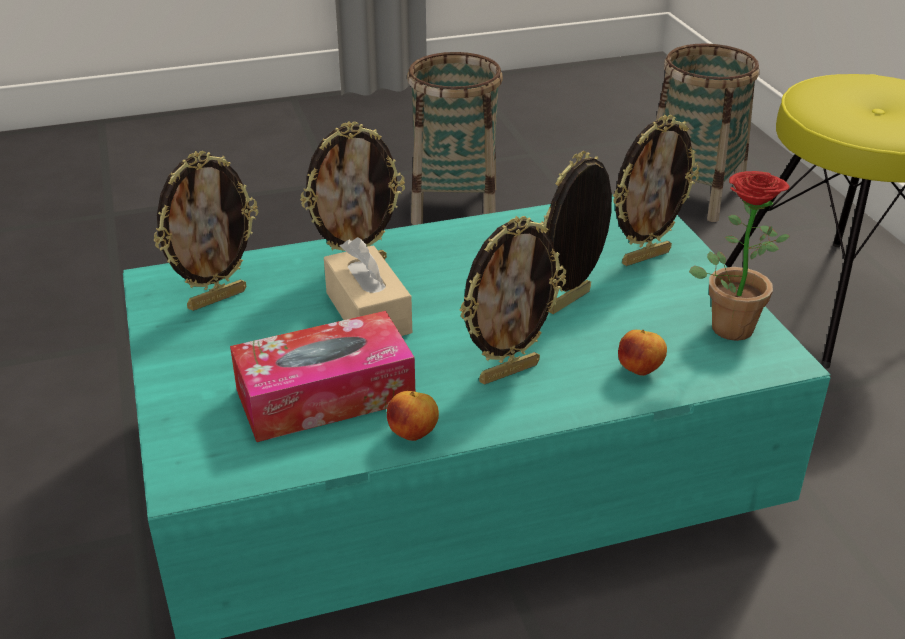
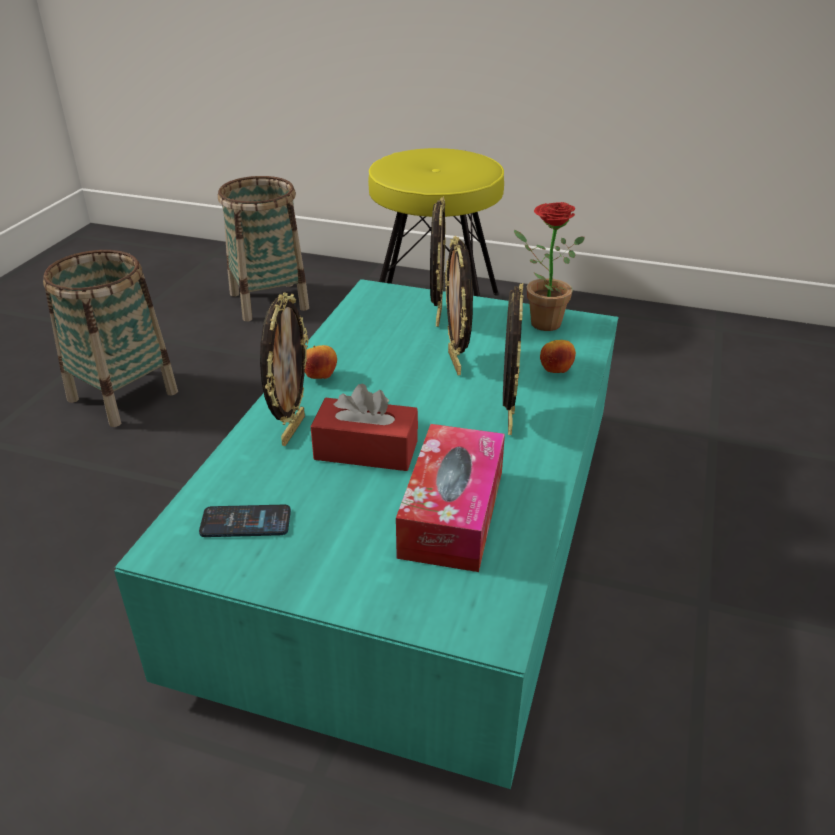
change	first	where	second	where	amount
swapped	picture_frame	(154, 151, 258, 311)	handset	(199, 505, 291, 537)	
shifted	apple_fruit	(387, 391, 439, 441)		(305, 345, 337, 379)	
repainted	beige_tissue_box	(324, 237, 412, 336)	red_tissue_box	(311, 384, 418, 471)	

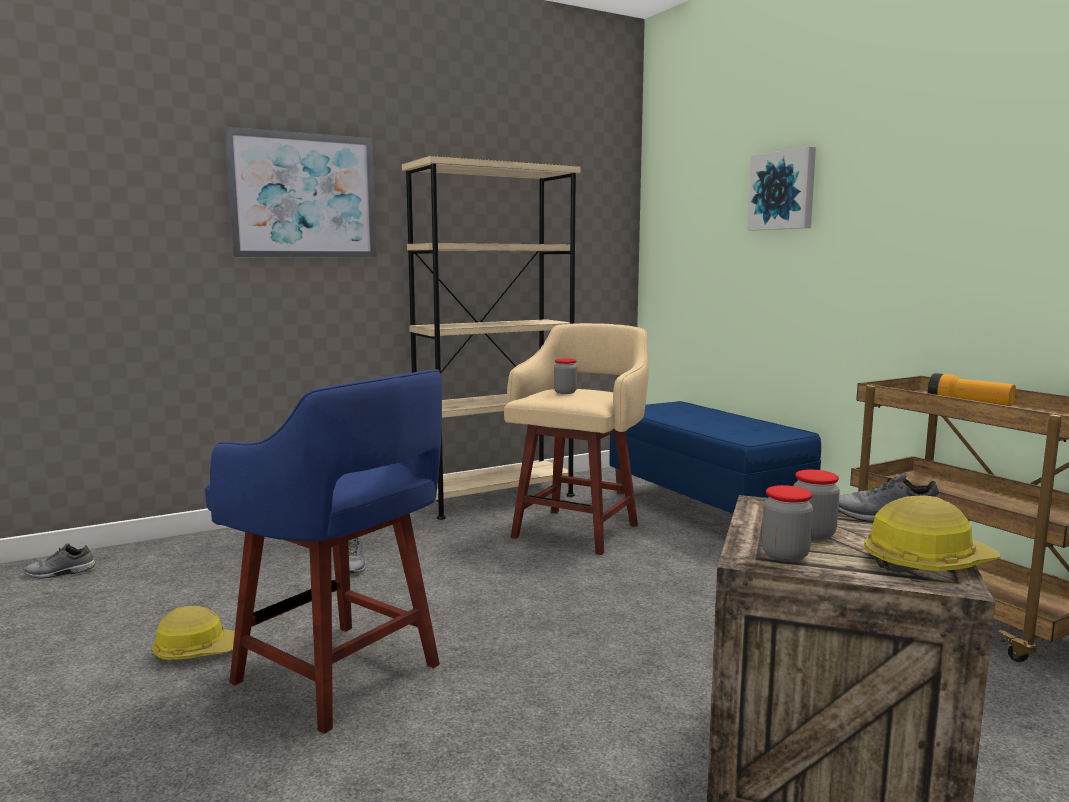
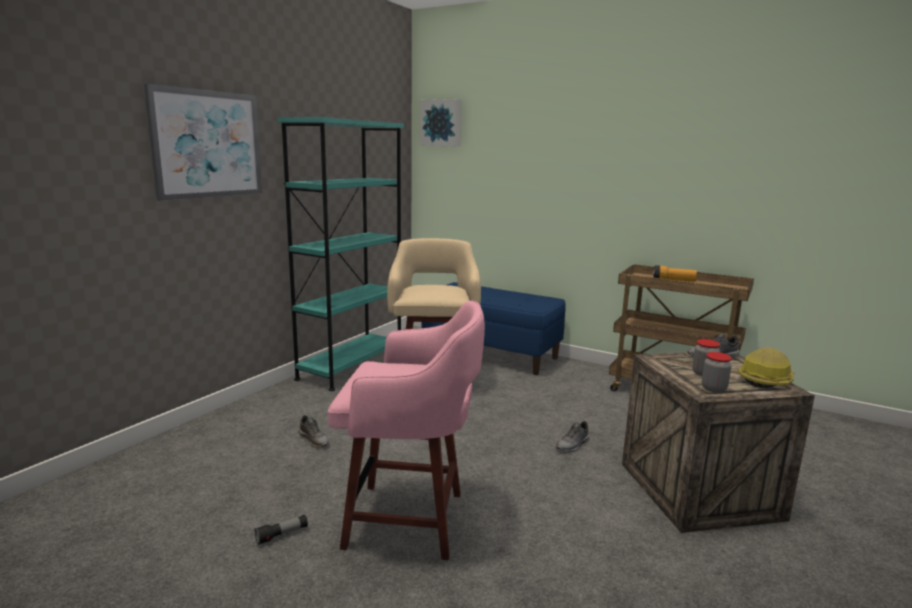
change	first	where	second	where	amount
swapped	safety_helmet	(152, 606, 235, 660)	hand_torch	(255, 515, 308, 545)	
repainted	beige_bookshelf	(402, 156, 580, 520)	turquoise-coloured_bookshelf	(277, 117, 404, 391)	
repainted	blue-coloured_stool	(205, 369, 442, 734)	pinkish_stool	(328, 300, 485, 560)	
shifted	wall_art	(747, 147, 816, 231)		(420, 99, 462, 147)	
shifted	greyish_low_shoe	(23, 543, 96, 578)		(556, 421, 590, 452)	
gone	jar	(554, 358, 577, 394)			

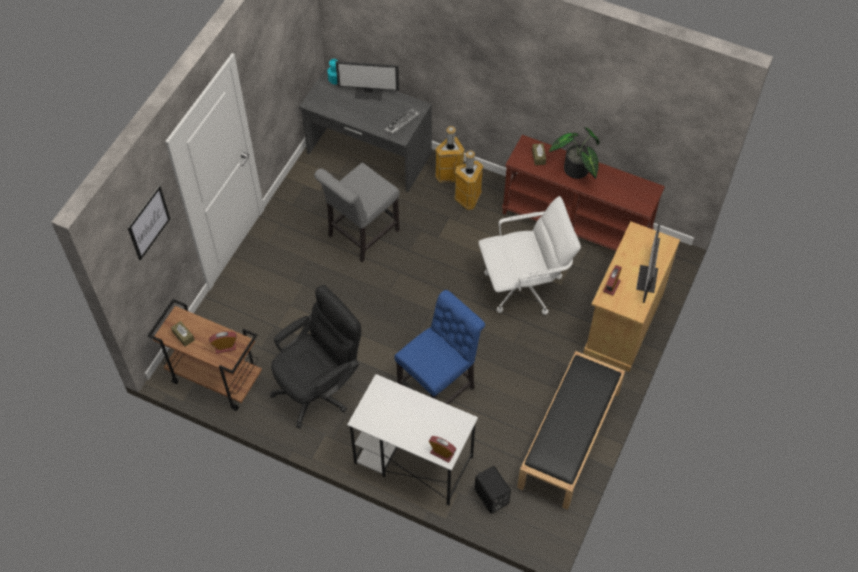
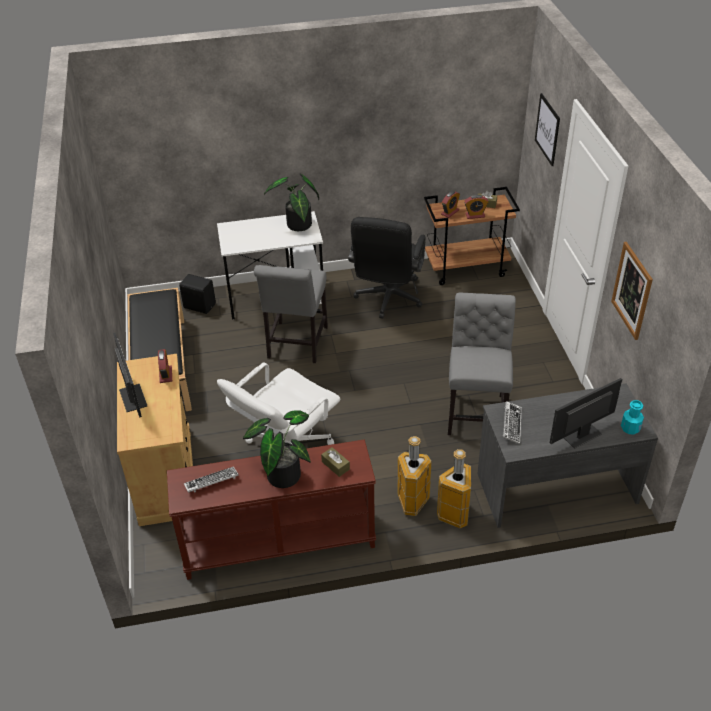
change	first	where	second	where	amount
new			PC_keyboard	(184, 467, 239, 493)	
repainted	blue-coloured_plain_chair	(394, 290, 485, 404)	greyish_plain_chair	(254, 265, 328, 363)	
new			houseplant	(264, 174, 319, 231)	
shifted	table_clock	(429, 436, 456, 463)		(464, 195, 489, 219)	
new			wall_art	(611, 242, 653, 340)	

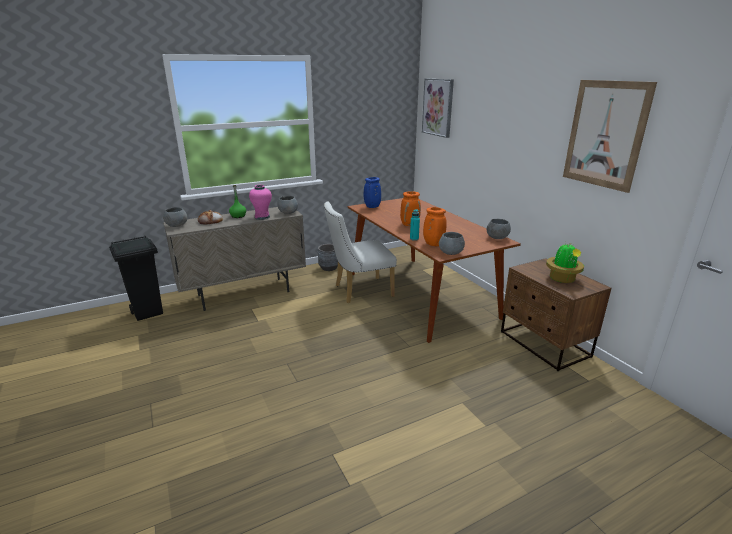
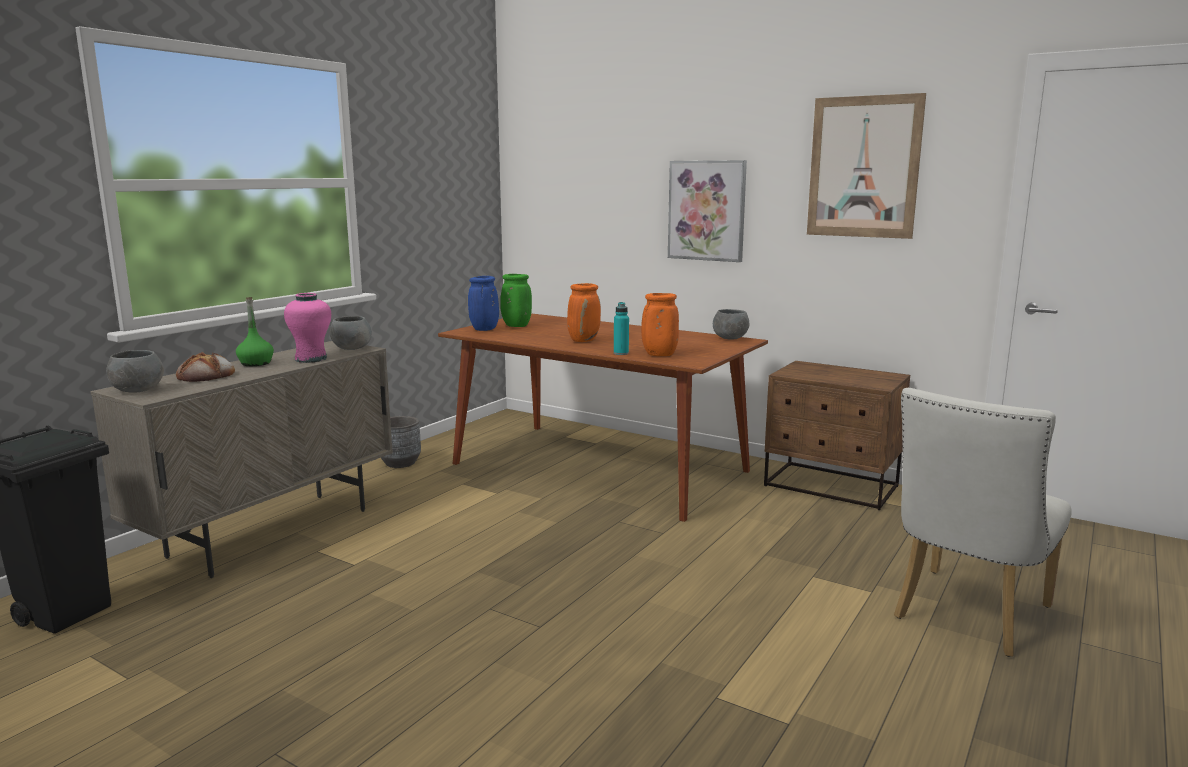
change	first	where	second	where	amount
new			greenish_decorative_vase	(500, 274, 532, 327)	
shifted	wall_art	(422, 79, 454, 138)		(668, 160, 747, 262)	
shifted	white_plain_chair	(324, 201, 397, 303)		(894, 388, 1072, 657)	
gone	greyish_bowl	(439, 232, 465, 255)			
gone	houseplant	(546, 242, 584, 283)			

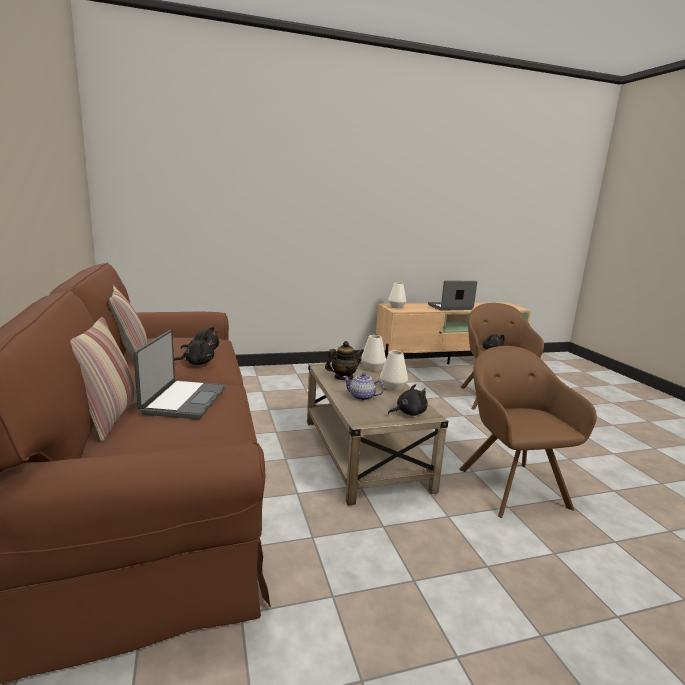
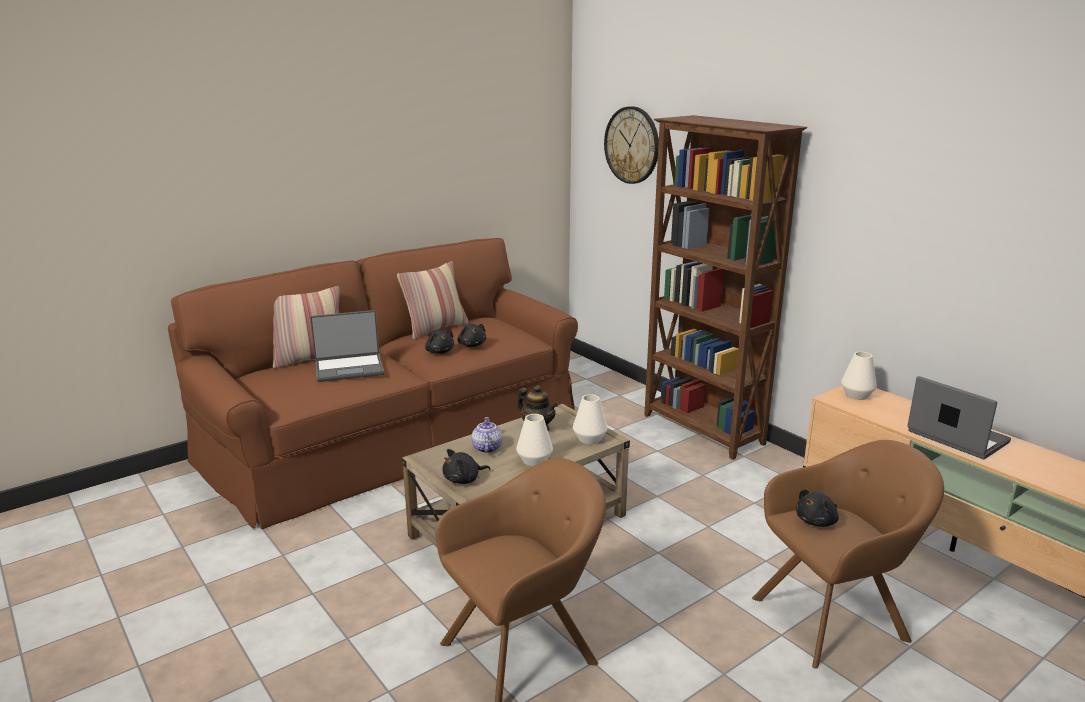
change	first	where	second	where	amount
rotated	blackish_plush_toy	(388, 384, 428, 416)		(443, 449, 490, 484)	105 degrees clockwise
new			wall_clock	(604, 106, 659, 184)	
new			brown_bookshelf	(644, 115, 807, 460)	

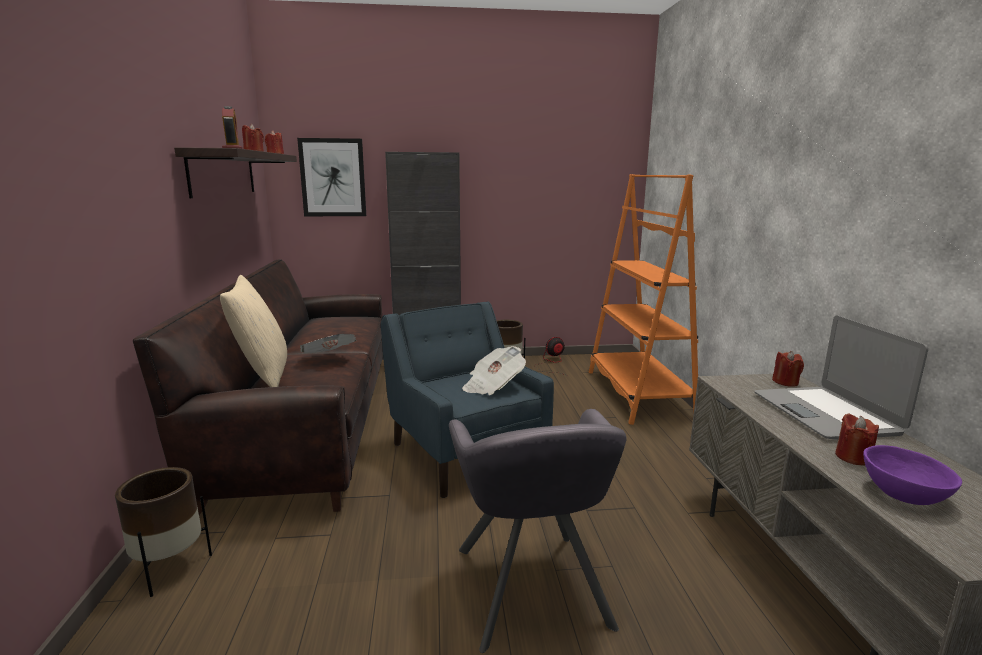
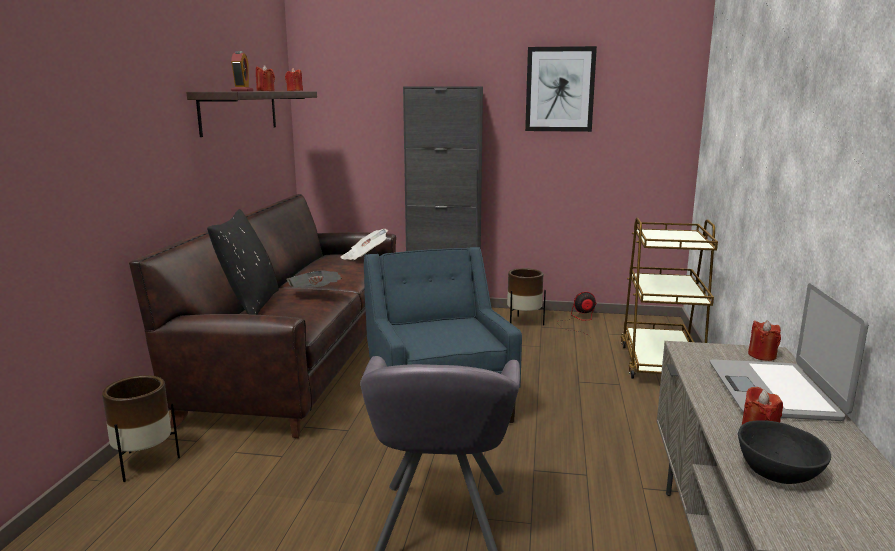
change	first	where	second	where	amount
repainted	beige_pillow	(220, 275, 287, 387)	blackish_pillow	(207, 209, 279, 315)	
shifted	printed_paper	(462, 346, 526, 395)		(340, 229, 388, 260)	
shifted	wall_art	(297, 138, 366, 216)		(525, 46, 597, 132)	
swapped	orangey_bookshelf	(589, 174, 698, 425)	brown_trolley	(621, 217, 718, 379)	
repainted	purple-coloured_bowl	(863, 445, 962, 505)	blackish_bowl	(738, 420, 831, 484)	

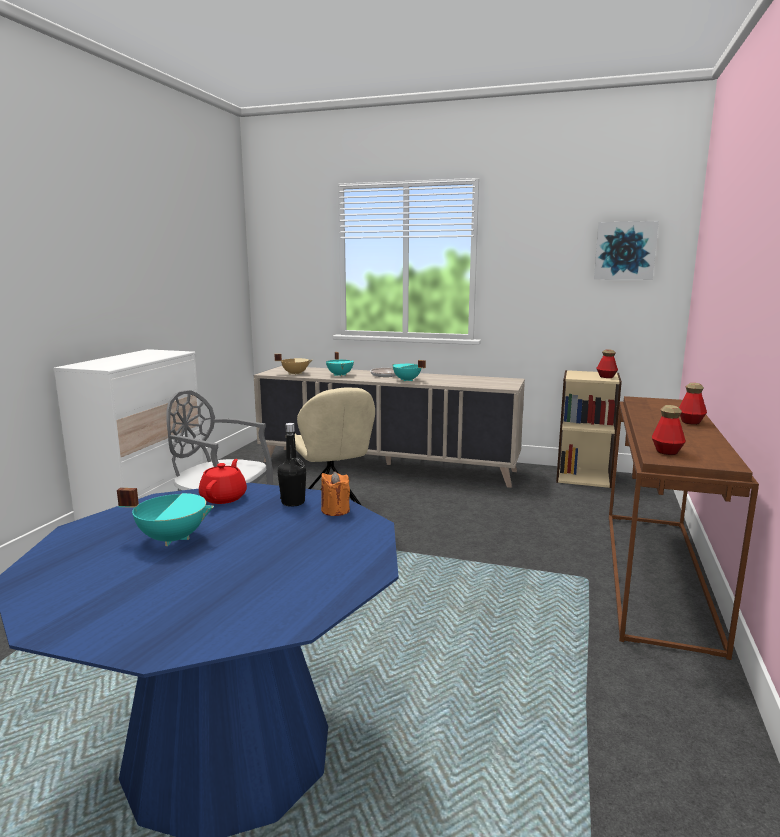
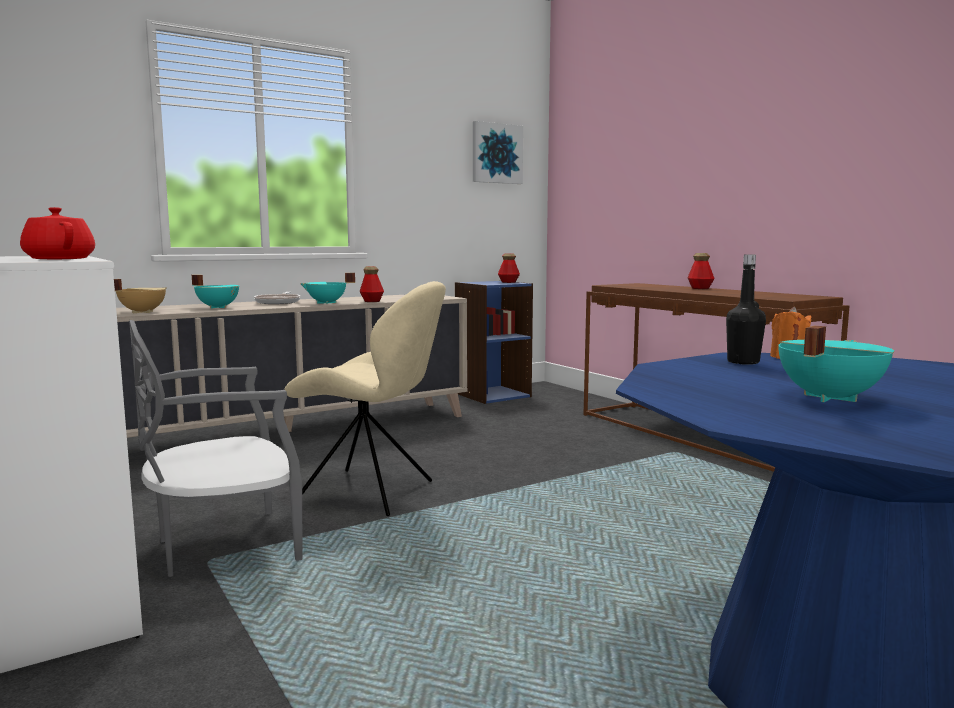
change	first	where	second	where	amount
shifted	red_pot_for_tea	(199, 459, 247, 504)		(20, 207, 95, 259)	
shifted	beverage_bottle	(652, 405, 686, 455)		(360, 266, 384, 302)	
repainted	beige_bookshelf	(556, 370, 622, 488)	blue-coloured_bookshelf	(455, 281, 533, 404)	

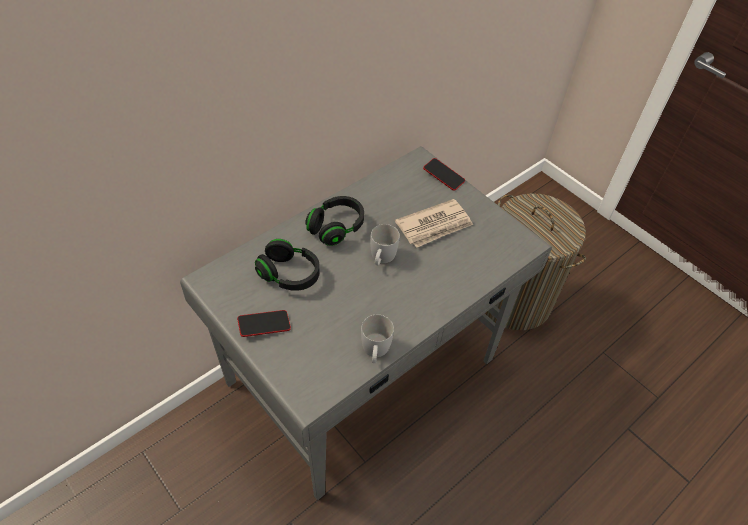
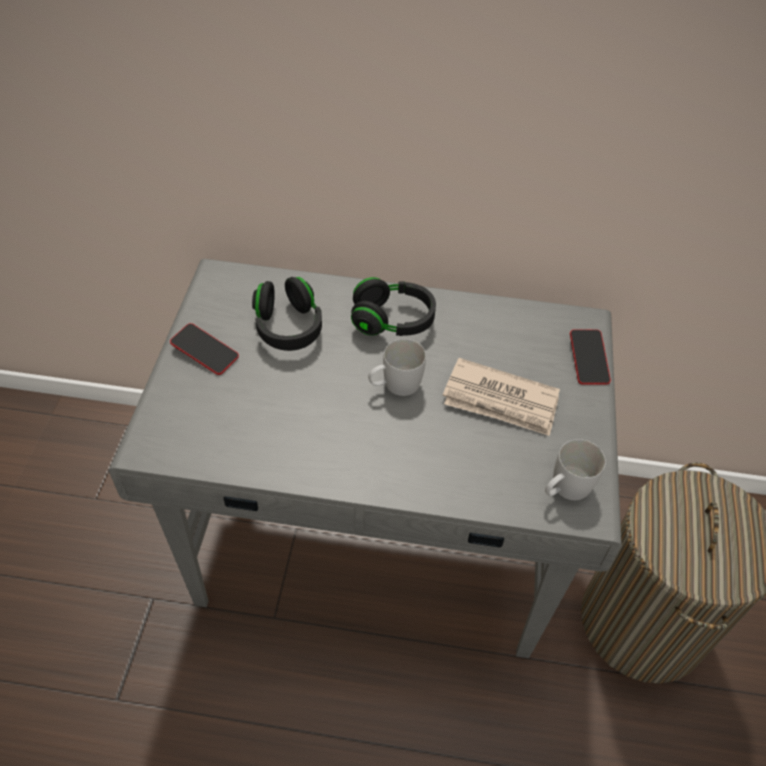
change	first	where	second	where	amount
shifted	white_tea_mug	(361, 315, 394, 363)		(545, 439, 606, 500)	

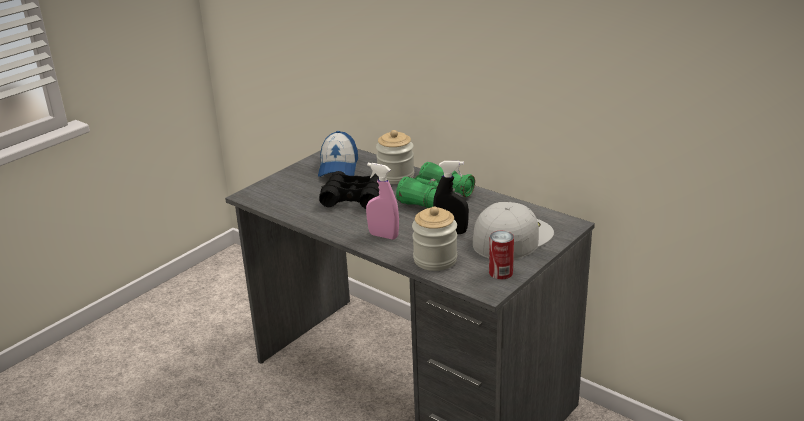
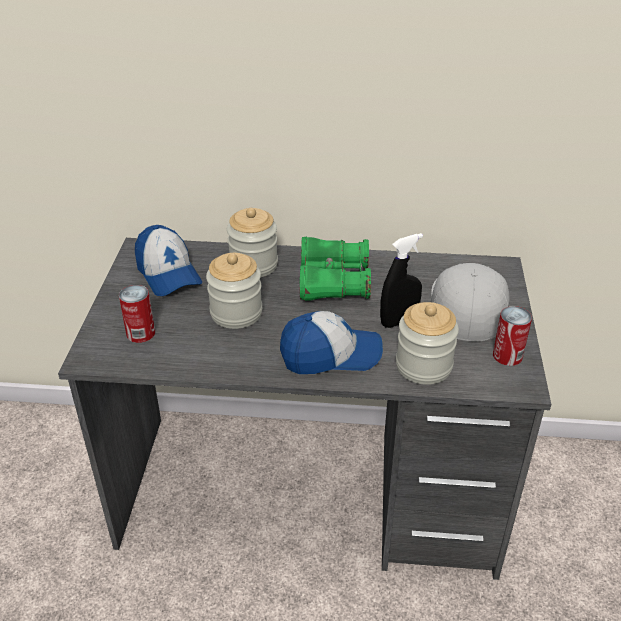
change	first	where	second	where	amount
new			sealed_can	(119, 285, 155, 343)	
swapped	blackish_binoculars	(319, 171, 379, 209)	jar	(206, 253, 262, 329)	
swapped	pinkish_spray_bottle	(366, 163, 399, 239)	cap	(280, 311, 383, 374)	

